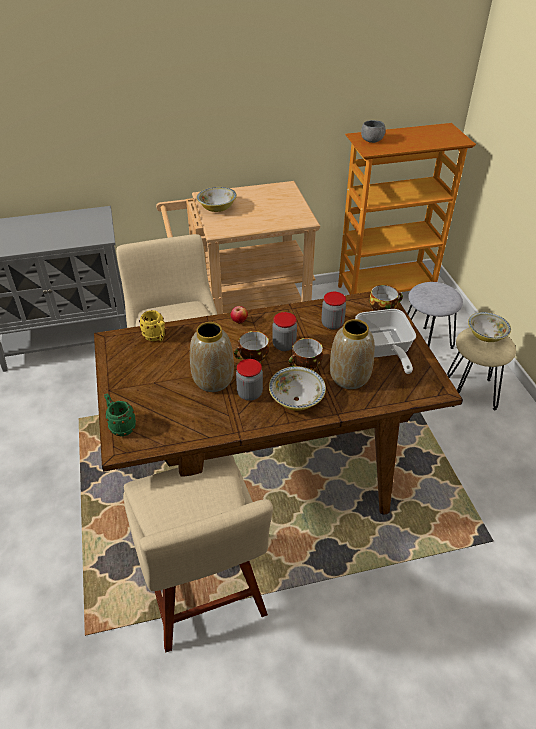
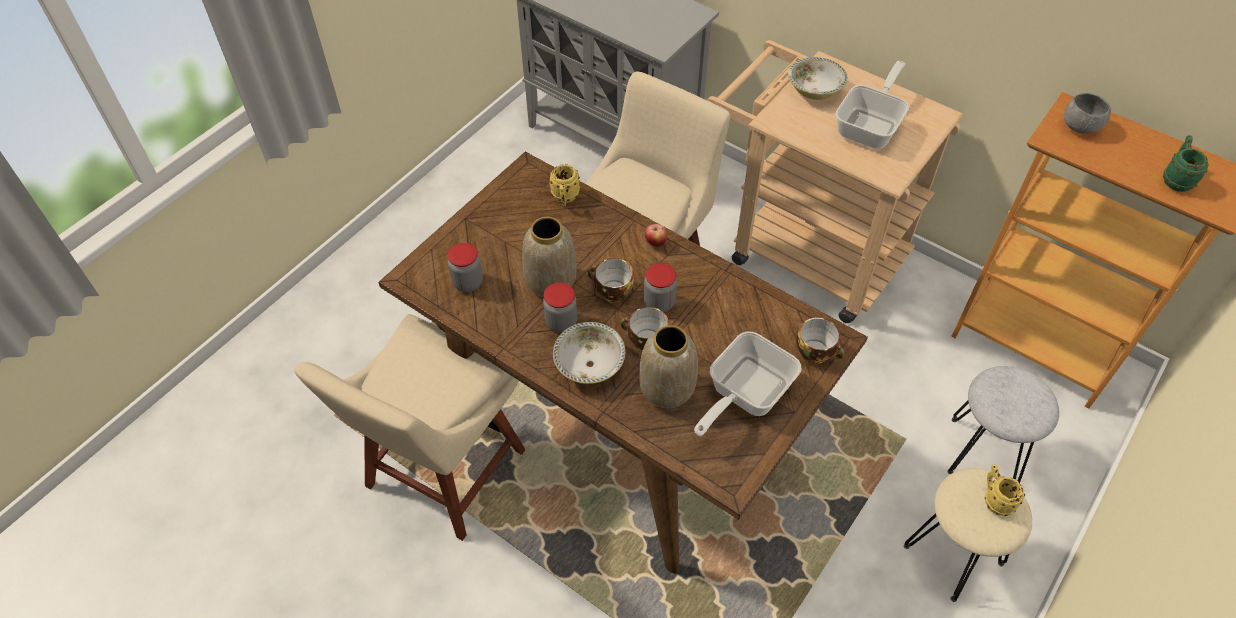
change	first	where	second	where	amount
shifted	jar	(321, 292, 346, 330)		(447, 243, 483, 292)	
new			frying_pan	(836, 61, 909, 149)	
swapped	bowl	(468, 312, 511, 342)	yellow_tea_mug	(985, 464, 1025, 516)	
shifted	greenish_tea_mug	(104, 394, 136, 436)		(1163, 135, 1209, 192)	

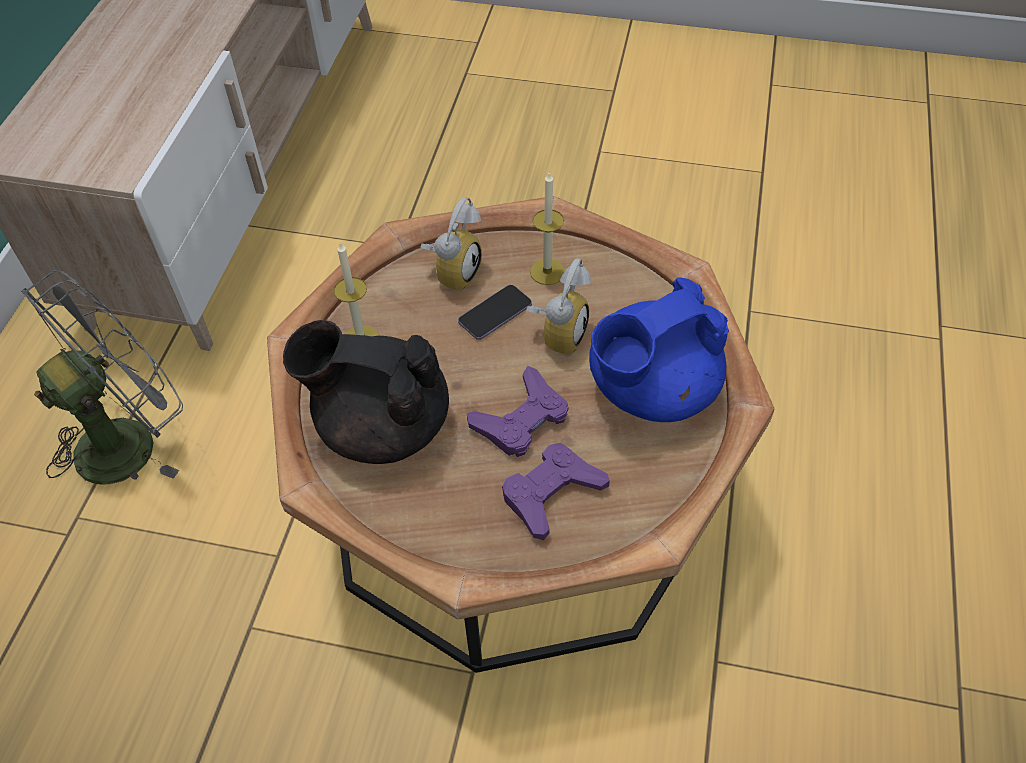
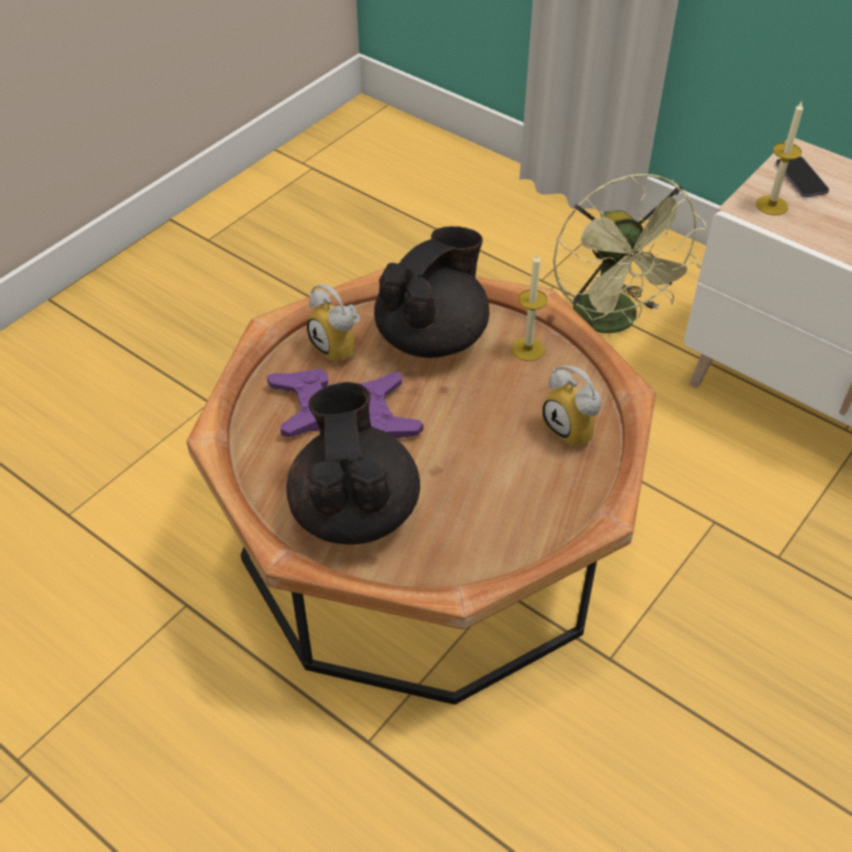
change	first	where	second	where	amount
repainted	blue-coloured_pot_for_tea	(589, 278, 729, 422)	blackish_pot_for_tea	(286, 382, 420, 544)	
shifted	table_clock	(526, 258, 592, 356)		(307, 284, 360, 364)	
repainted	greyish_fan	(21, 270, 183, 485)	greenish_fan	(553, 174, 707, 333)	
shifted	wax_candle	(530, 171, 565, 285)		(756, 101, 803, 215)	
shifted	handset	(458, 285, 532, 340)		(776, 156, 829, 197)	

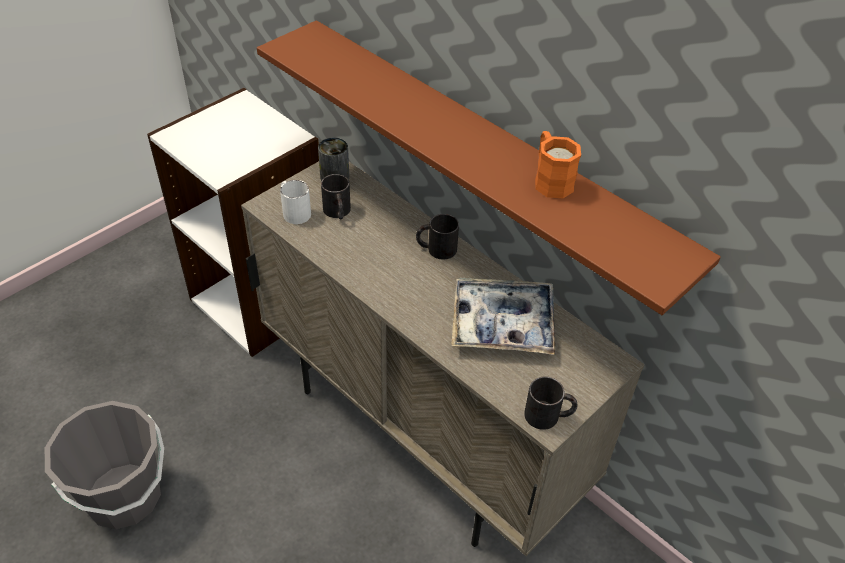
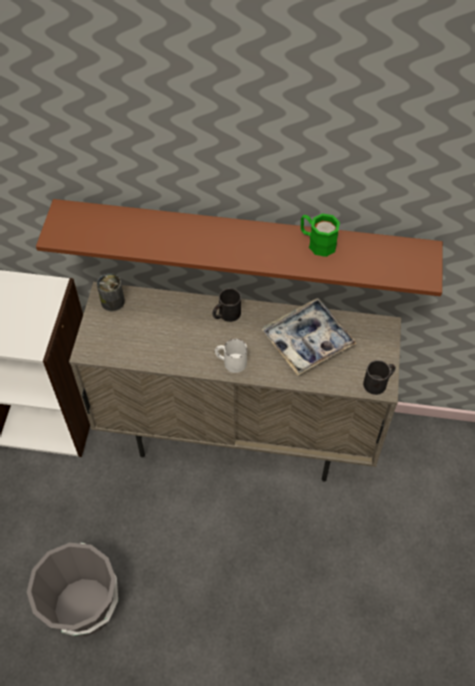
change	first	where	second	where	amount
shifted	white_tea_mug	(280, 180, 311, 224)		(215, 339, 247, 373)	
repainted	orangey_tea_mug	(535, 131, 581, 198)	greenish_tea_mug	(301, 213, 340, 257)	
gone	blackish_tea_mug	(321, 174, 351, 219)			

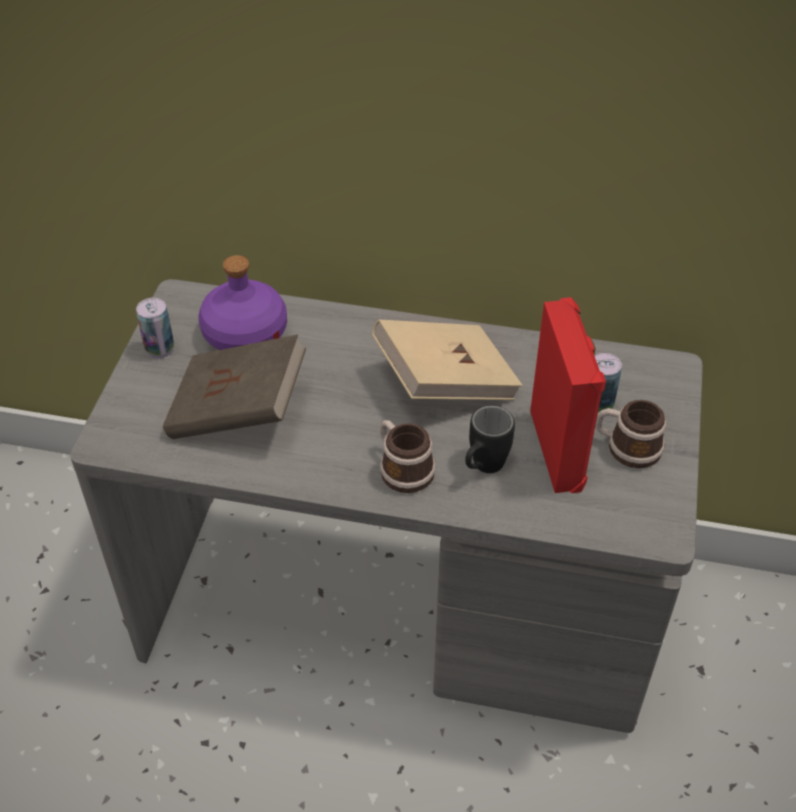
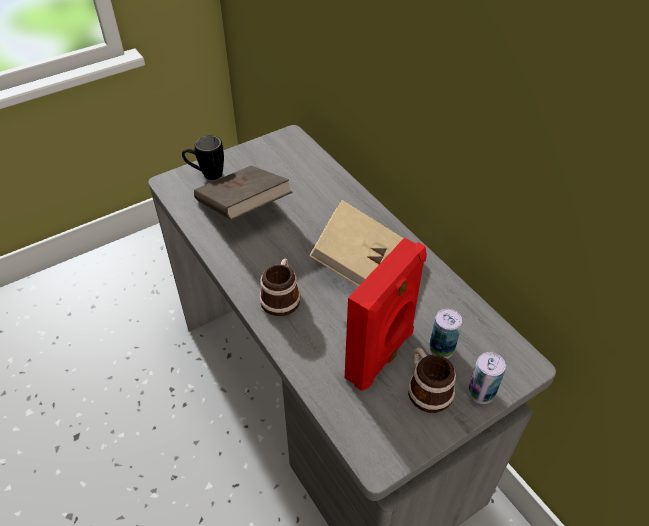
change	first	where	second	where	amount
shifted	blackish_tea_mug	(465, 405, 515, 473)		(182, 135, 224, 180)	
shifted	sealed_can	(136, 298, 174, 359)		(468, 352, 506, 404)	
gone	purple-coloured_beverage_bottle	(198, 255, 287, 350)			

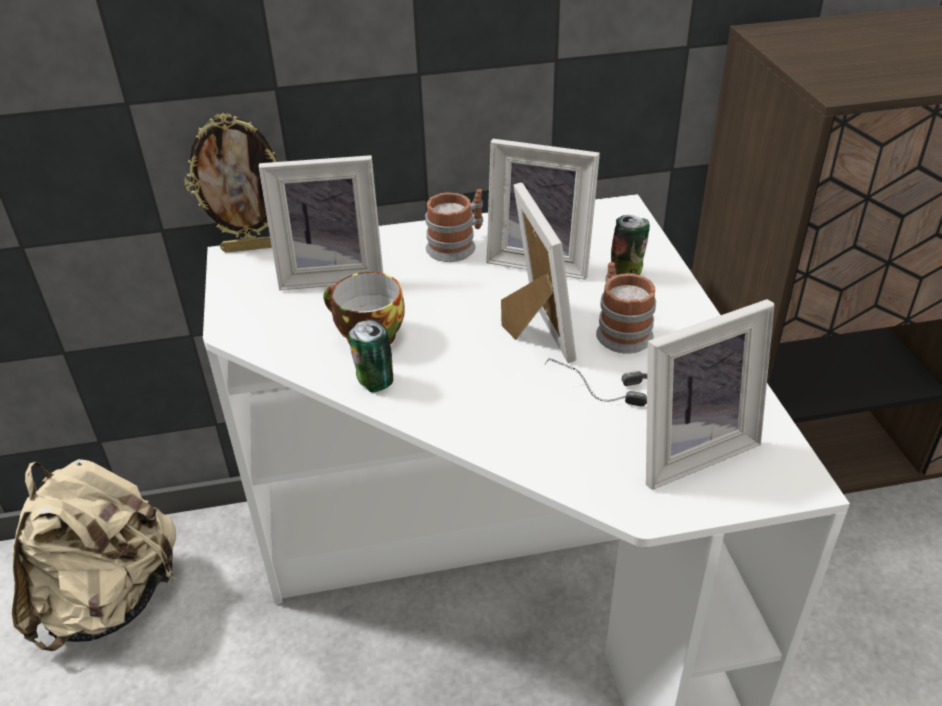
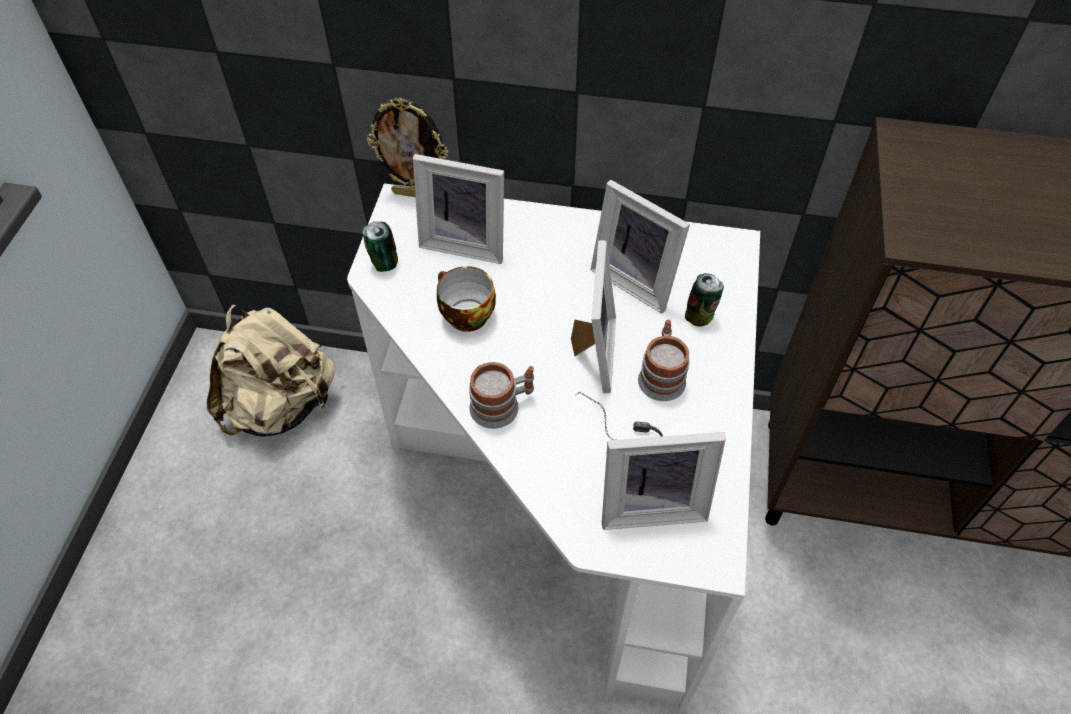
change	first	where	second	where	amount
shifted	sealed_can	(348, 319, 393, 393)		(362, 222, 398, 272)	
shifted	tea_mug	(425, 189, 483, 262)		(469, 362, 534, 429)	

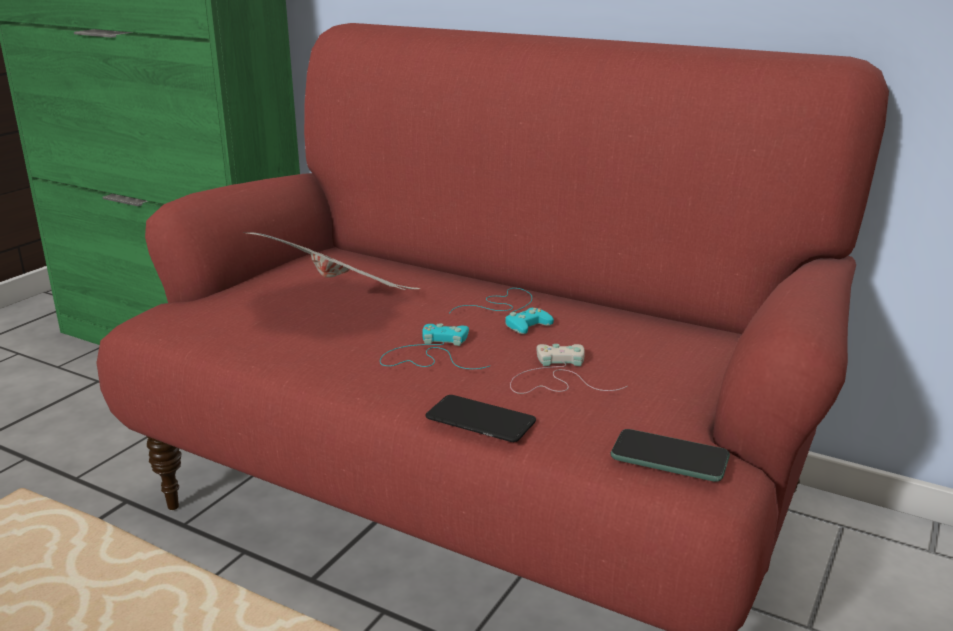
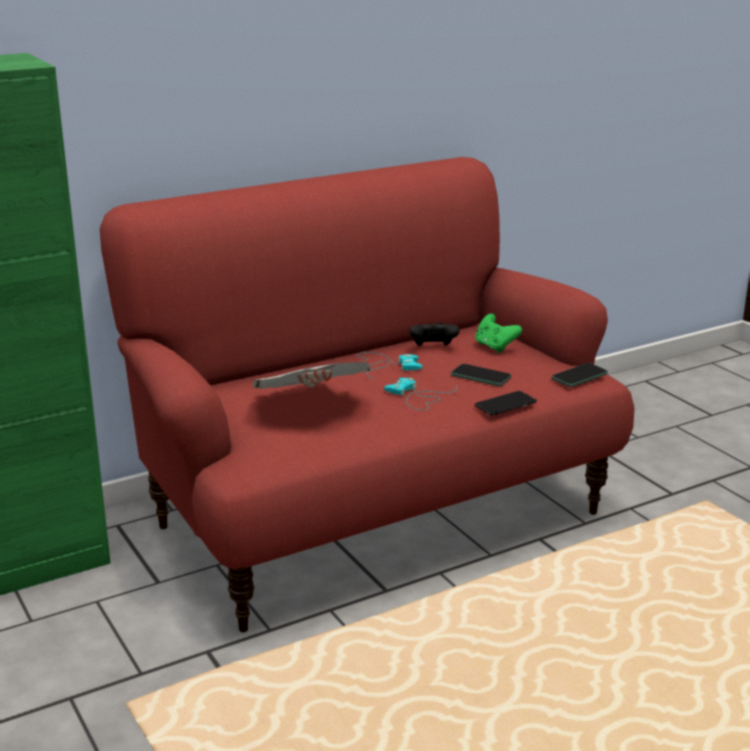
change	first	where	second	where	amount
new			blackish_game_controller	(409, 322, 460, 346)	
swapped	white_game_controller	(510, 344, 627, 394)	handset	(451, 364, 511, 386)	
new			greenish_game_controller	(475, 314, 522, 353)	

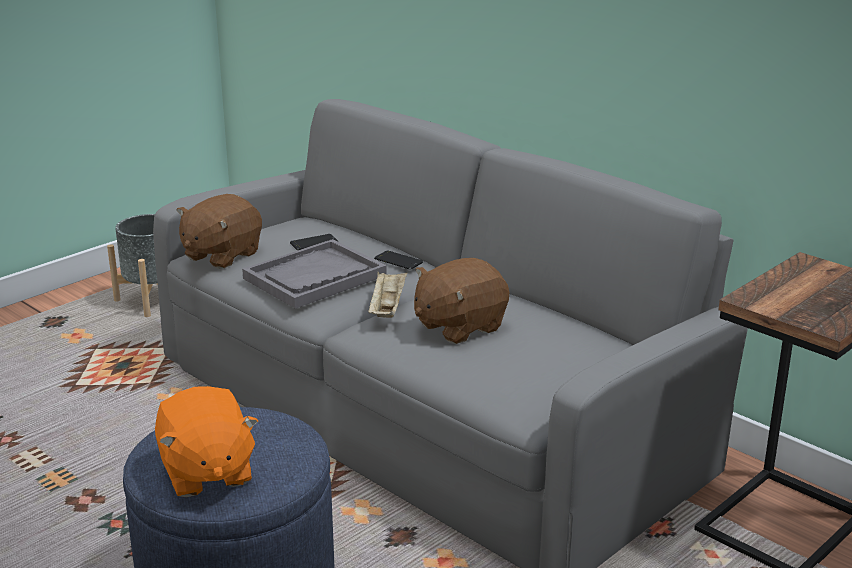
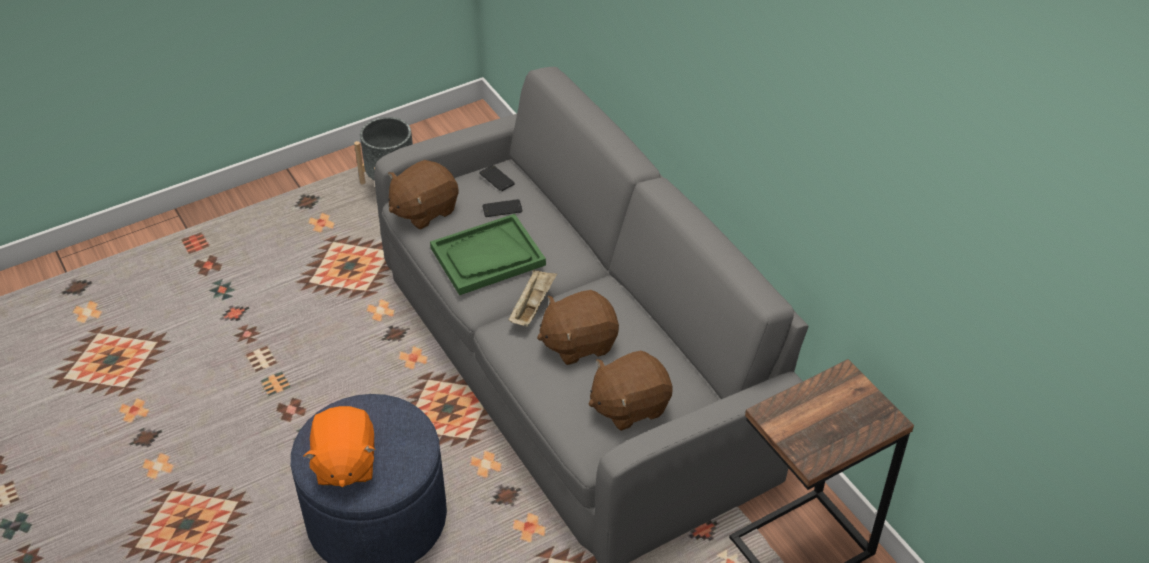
change	first	where	second	where	amount
repainted	greyish_tray	(242, 239, 387, 309)	greenish_tray	(430, 214, 546, 295)	
shifted	handset	(374, 250, 423, 270)		(479, 165, 515, 191)	
new			brown_plush_toy	(589, 351, 672, 431)	

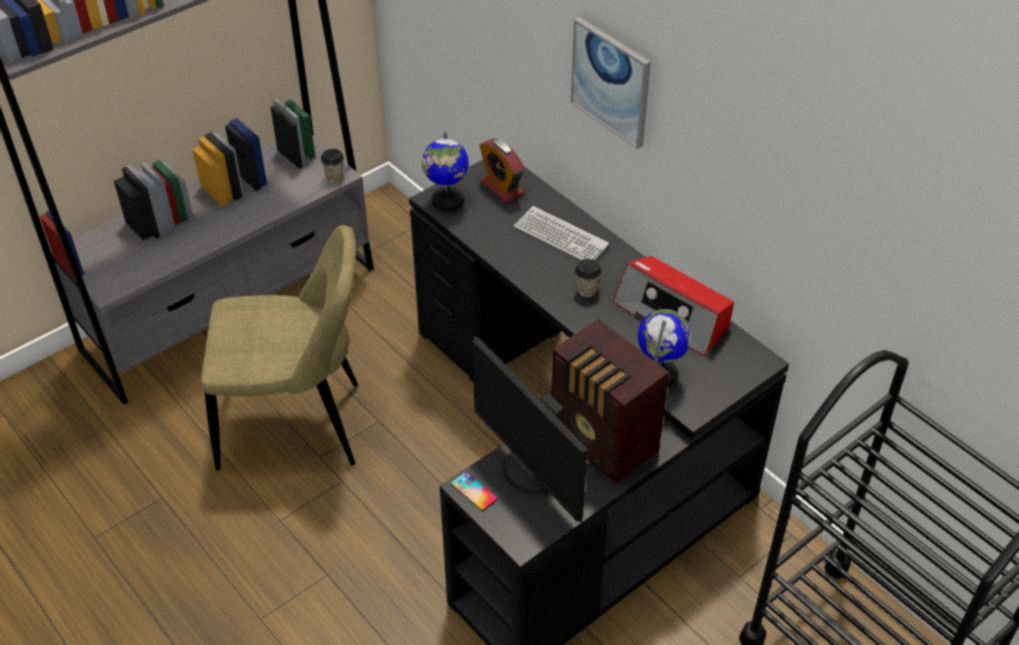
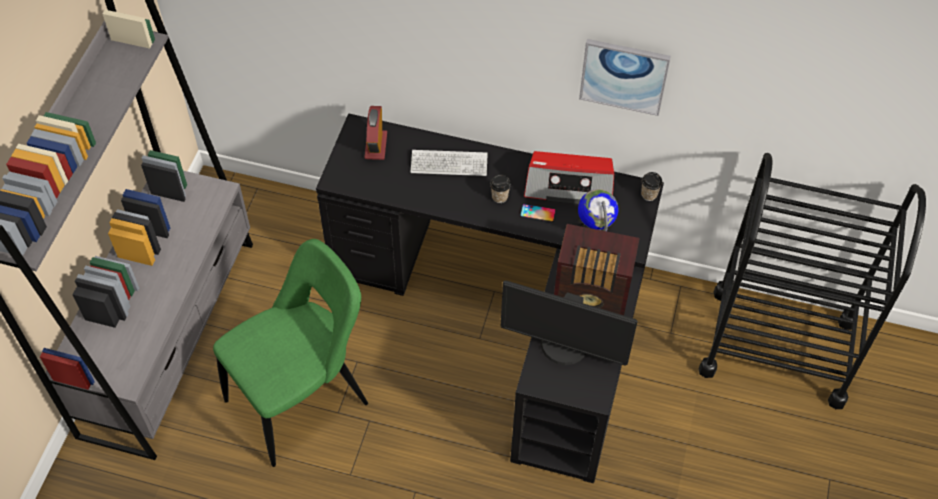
change	first	where	second	where	amount
repainted	beige_plain_chair	(201, 225, 358, 471)	greenish_plain_chair	(213, 239, 368, 467)	
rotated	table_clock	(479, 139, 524, 203)		(365, 106, 387, 160)	75 degrees clockwise
shifted	handset	(450, 471, 498, 511)		(520, 204, 556, 222)	
shifted	wall_art	(571, 17, 651, 149)		(579, 39, 671, 116)	
shifted	small_cup	(321, 149, 344, 182)		(641, 172, 662, 201)	
gone	globe	(422, 131, 469, 211)			

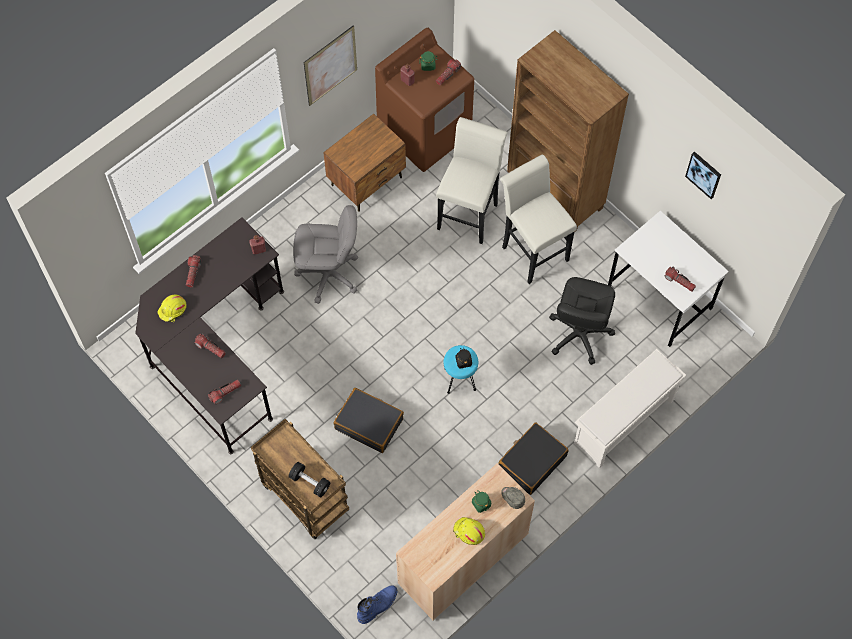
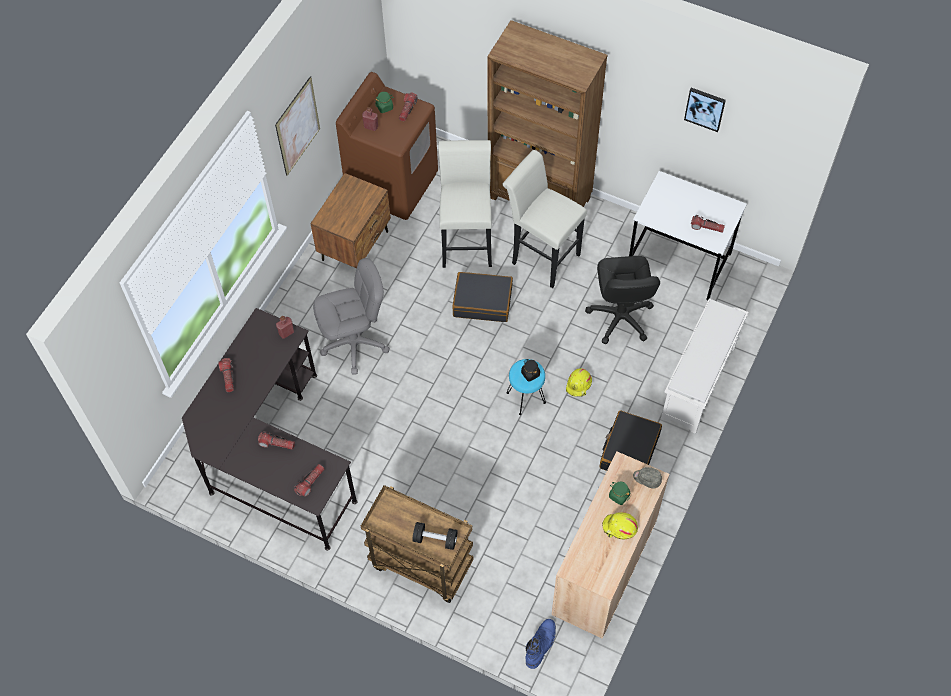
change	first	where	second	where	amount
shifted	blackish_travel_case	(334, 388, 404, 453)		(452, 272, 513, 322)	
shifted	yellow_safety_helmet	(158, 294, 187, 322)		(566, 368, 592, 397)	

